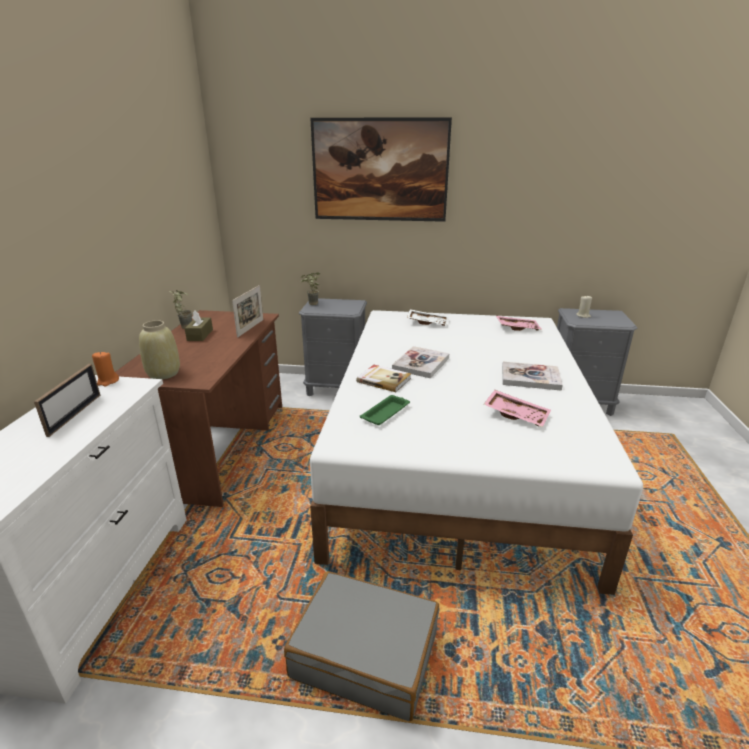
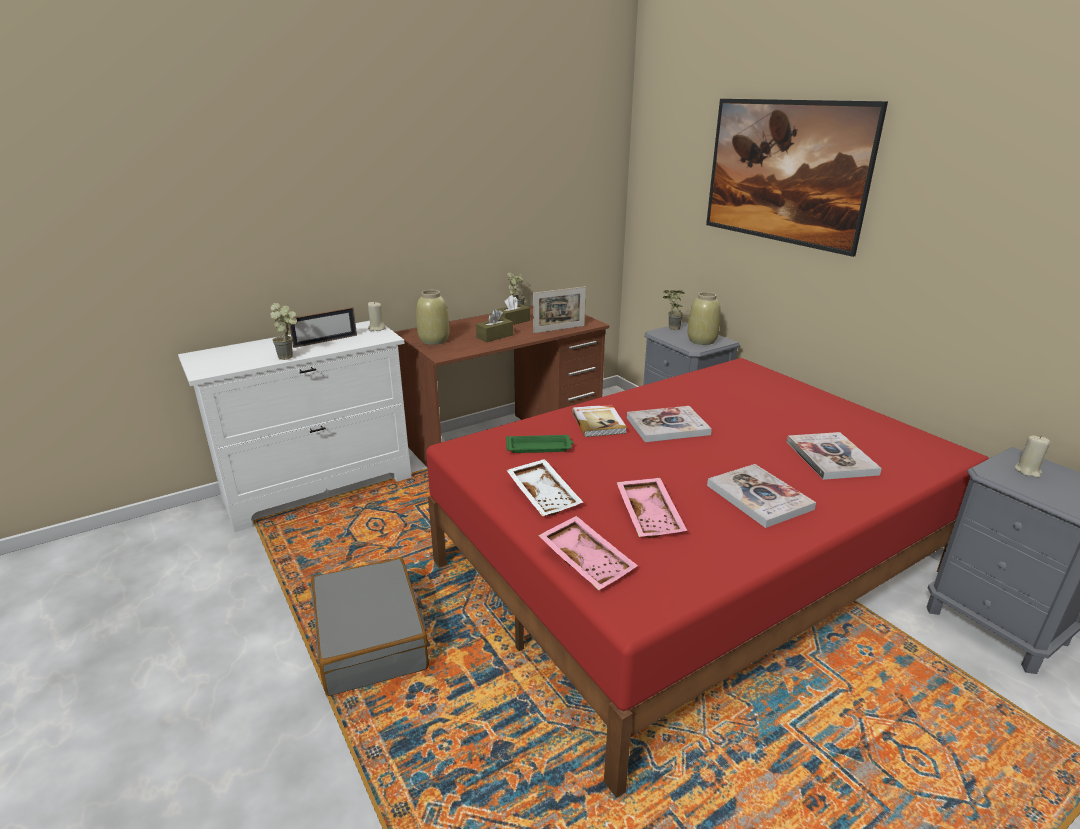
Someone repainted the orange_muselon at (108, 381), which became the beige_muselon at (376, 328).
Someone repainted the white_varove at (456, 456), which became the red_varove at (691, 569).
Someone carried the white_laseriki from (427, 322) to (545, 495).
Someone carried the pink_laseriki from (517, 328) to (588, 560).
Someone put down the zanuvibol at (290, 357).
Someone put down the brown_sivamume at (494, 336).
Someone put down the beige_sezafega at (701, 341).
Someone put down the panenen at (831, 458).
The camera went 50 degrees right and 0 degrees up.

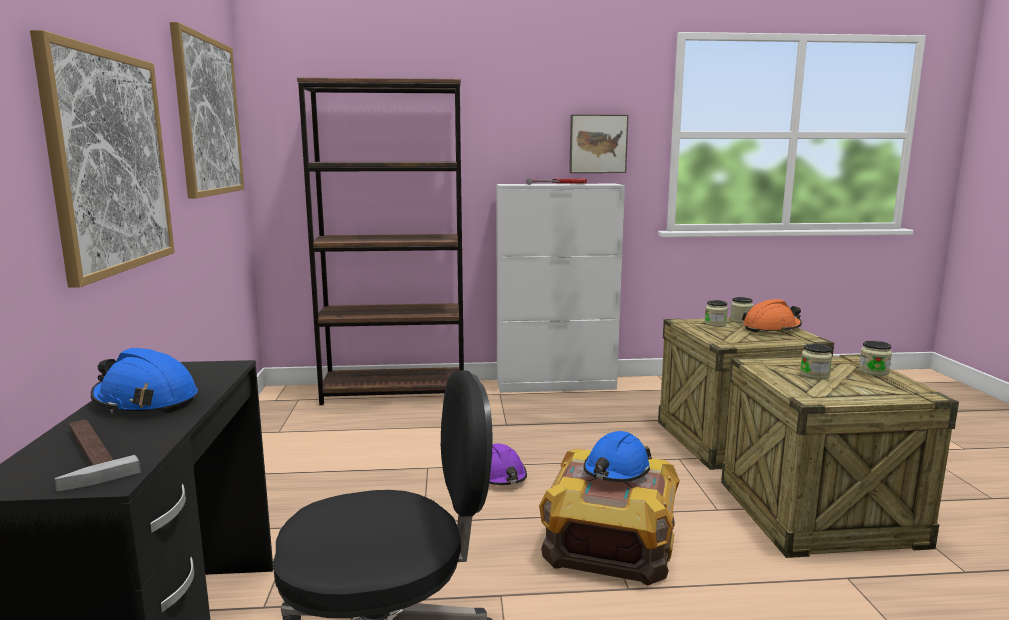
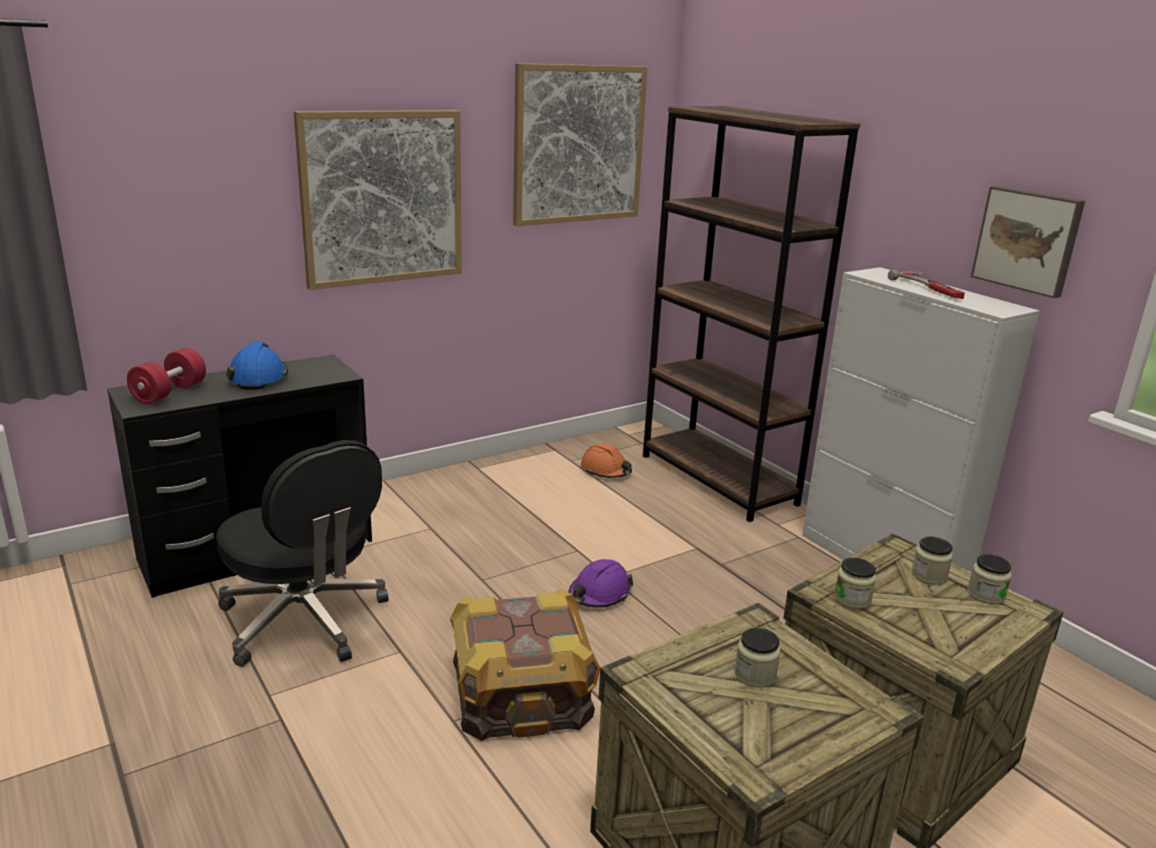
Someone swapped the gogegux at (84, 455) for the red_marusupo at (170, 392).
Someone took away the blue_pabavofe at (616, 471).
Someone carried the orange_pabavofe from (771, 328) to (606, 471).
Someone carried the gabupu from (873, 371) to (852, 599).
The camera went 60 degrees right and 10 degrees up.

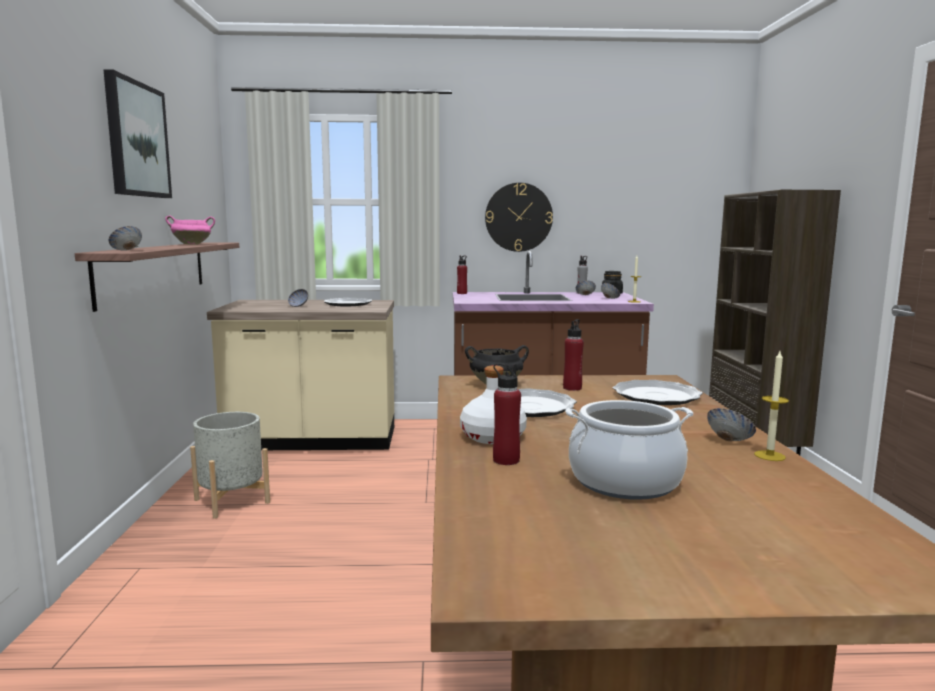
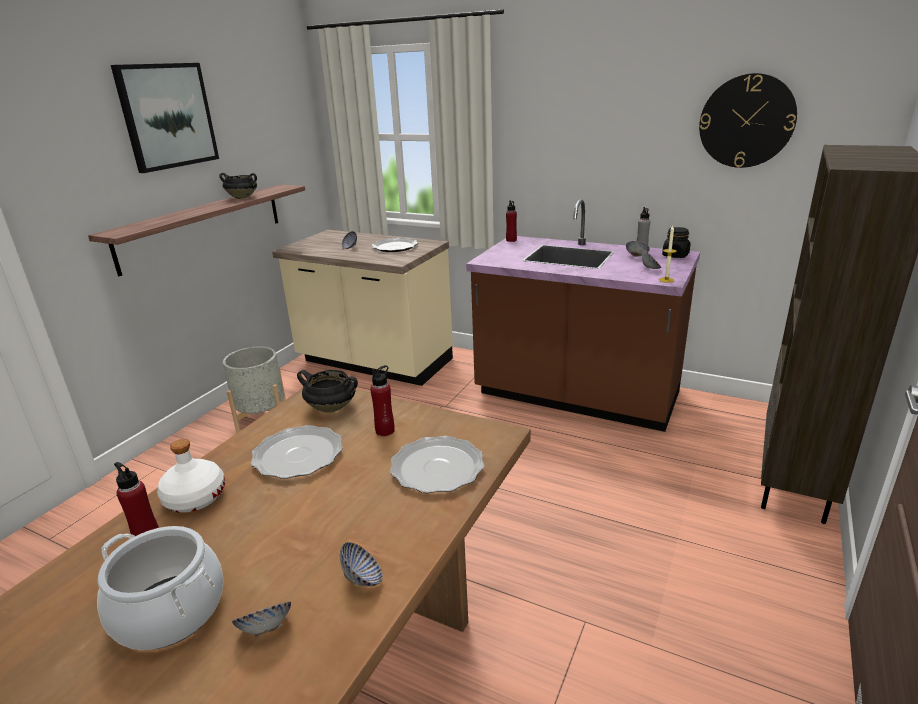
Someone carried the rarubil from (127, 250) to (266, 629).
Someone repainted the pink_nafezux at (192, 244), which became the black_nafezux at (243, 198).
Someone carried the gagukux from (518, 217) to (746, 121).
Someone took away the muselon at (769, 456).
The camera went 30 degrees right and 15 degrees up.

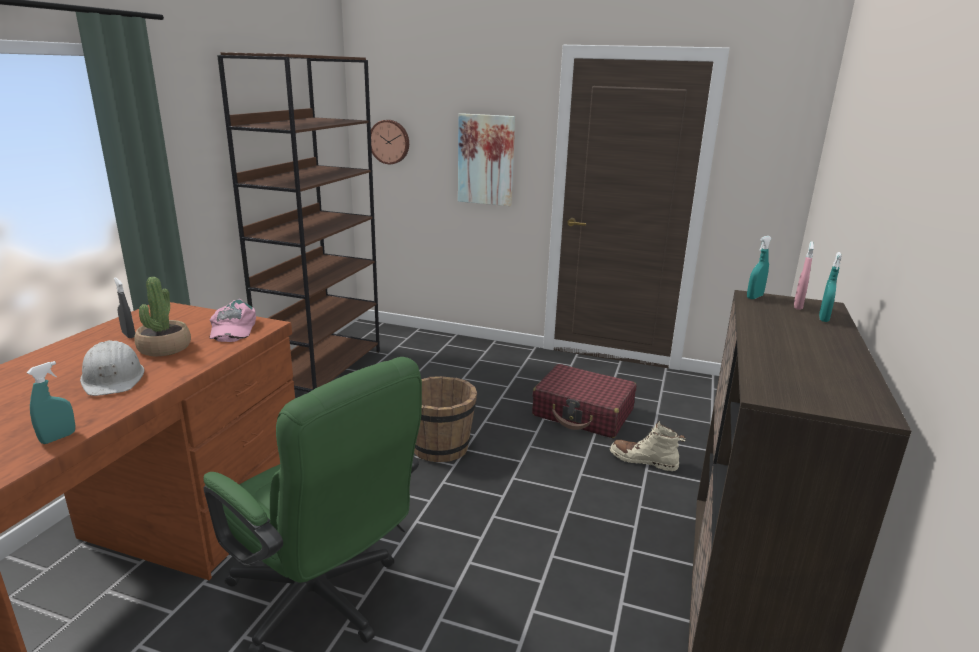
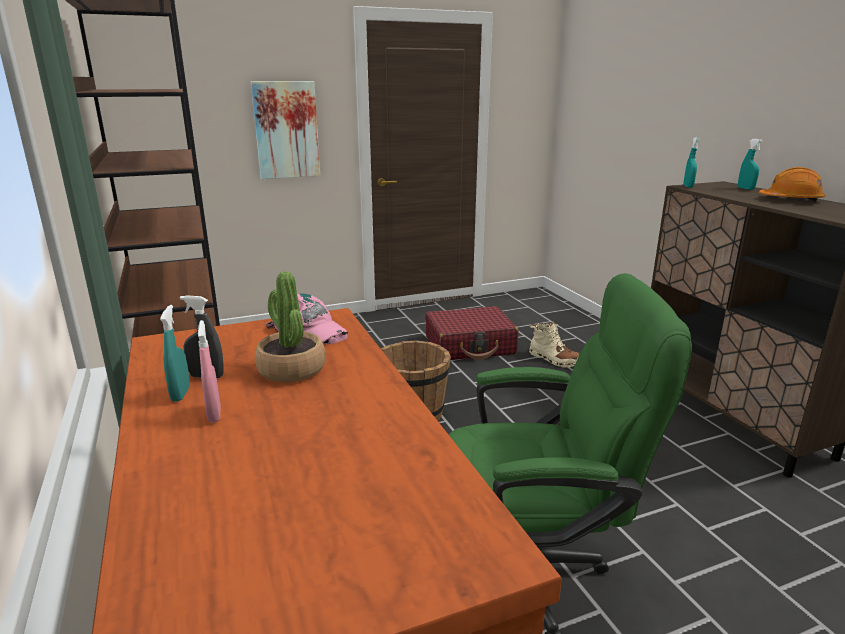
Someone carried the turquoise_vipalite from (58, 438) to (180, 394).
Someone took away the white_pabavofe at (113, 378).
Someone took away the gagukux at (390, 142).
Someone rotated the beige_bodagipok at (643, 460) by 120 degrees counterclockwise.
Someone carried the pink_vipalite from (798, 306) to (214, 414).
Someone put down the orange_pabavofe at (791, 200).
The camera went 40 degrees left and 0 degrees up.

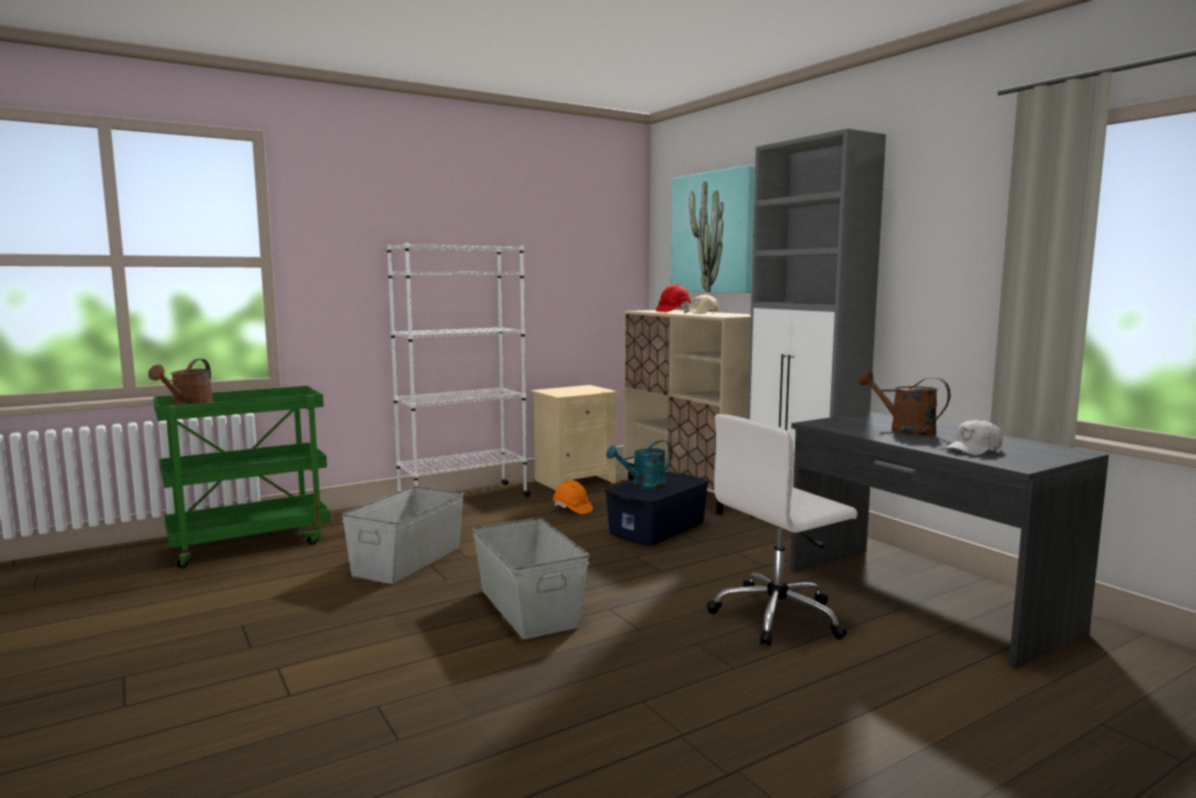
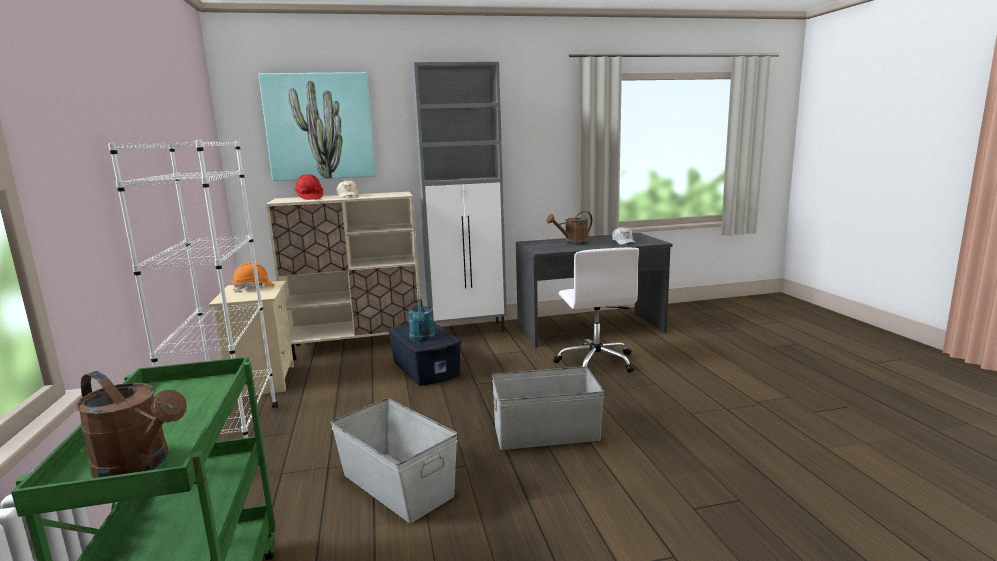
Someone carried the orange_pabavofe from (572, 509) to (254, 288).
The camera went 70 degrees left and 5 degrees up.

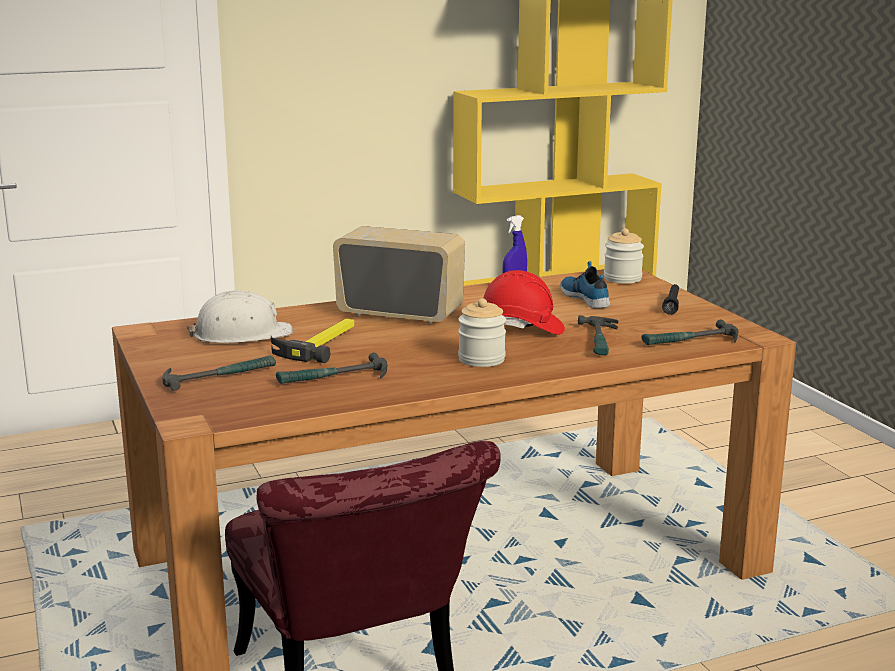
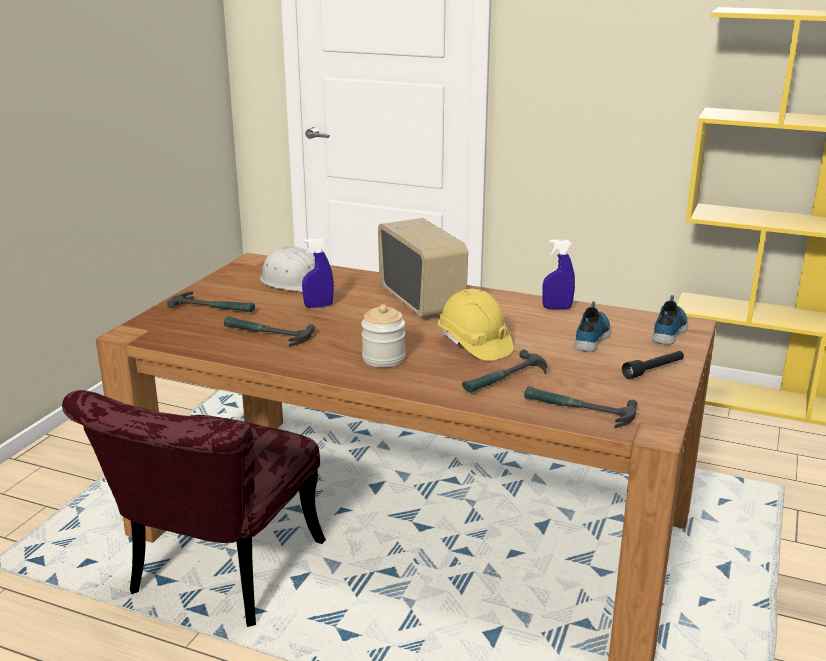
Someone swapped the gogegux at (319, 344) for the blue_vipalite at (318, 306).
Someone repainted the red_pabavofe at (521, 328), which became the yellow_pabavofe at (474, 344).
Someone swapped the gabupu at (622, 279) for the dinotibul at (670, 330).
The camera went 45 degrees right and 5 degrees up.

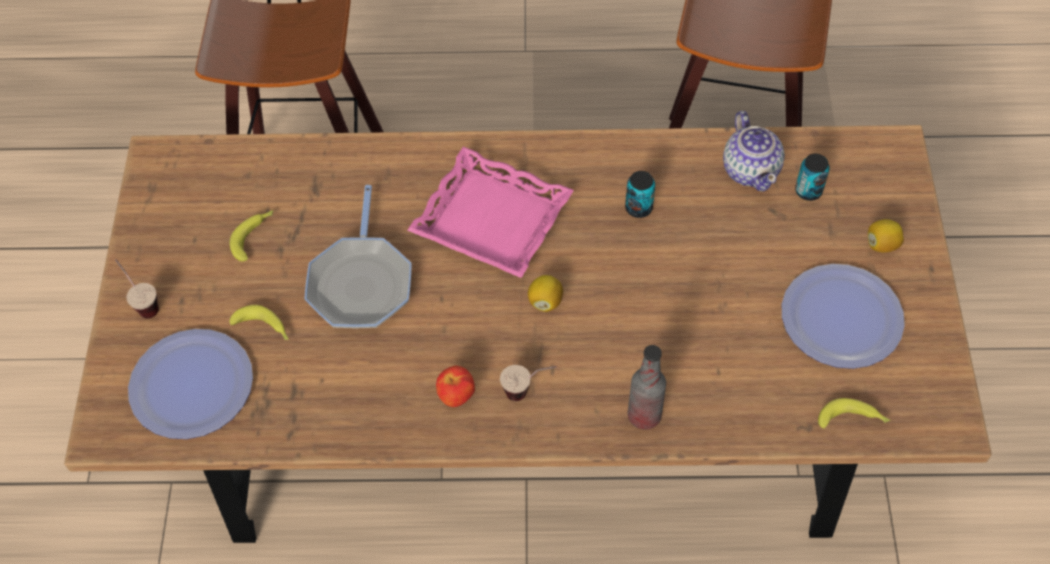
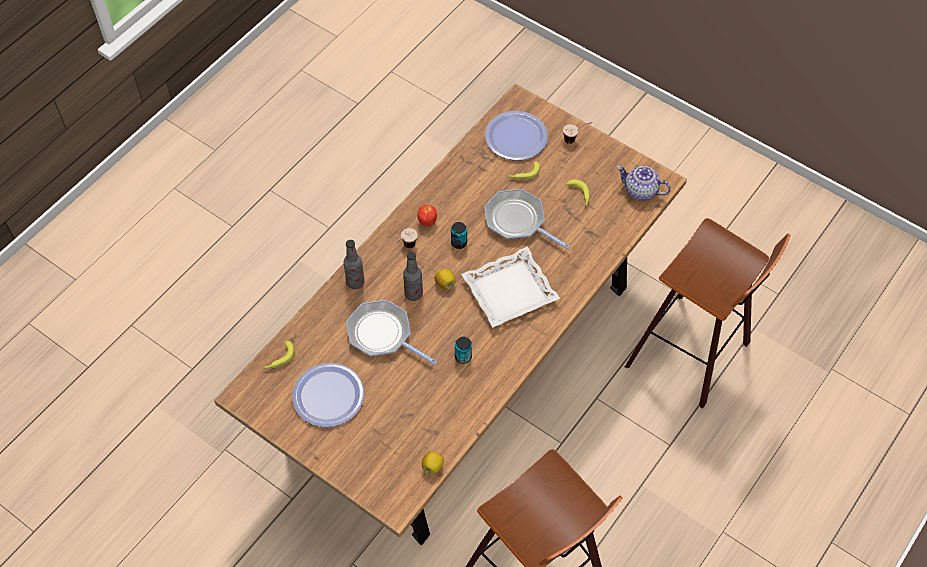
Someone repainted the pink_laseriki at (491, 220), which became the white_laseriki at (509, 290).
Someone carried the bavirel from (751, 169) to (641, 191).
Someone carried the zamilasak from (808, 191) to (459, 243).
Someone carried the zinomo from (881, 244) to (433, 466).
Someone put down the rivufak at (382, 334).
Someone put down the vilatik at (413, 294).
The camera went 125 degrees right and 0 degrees up.

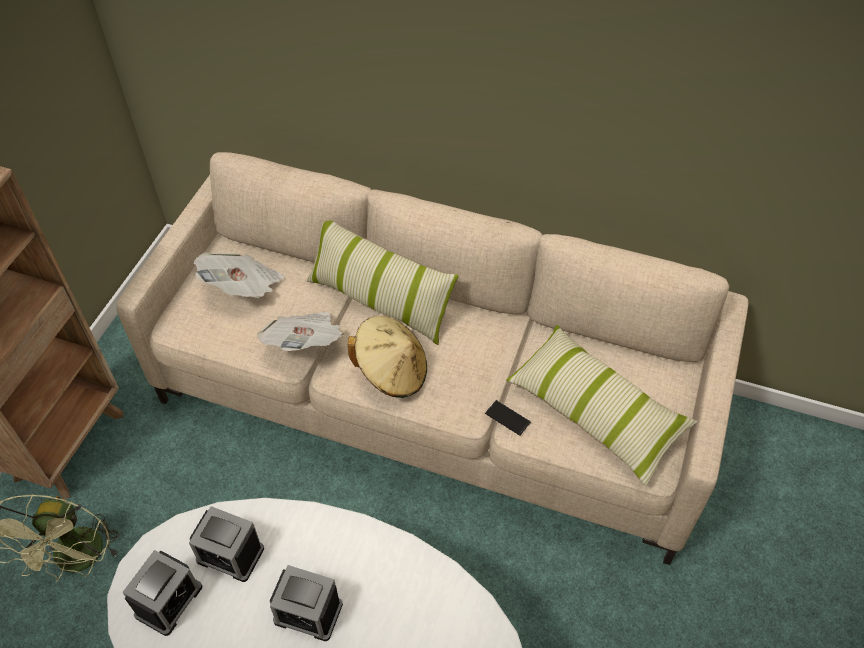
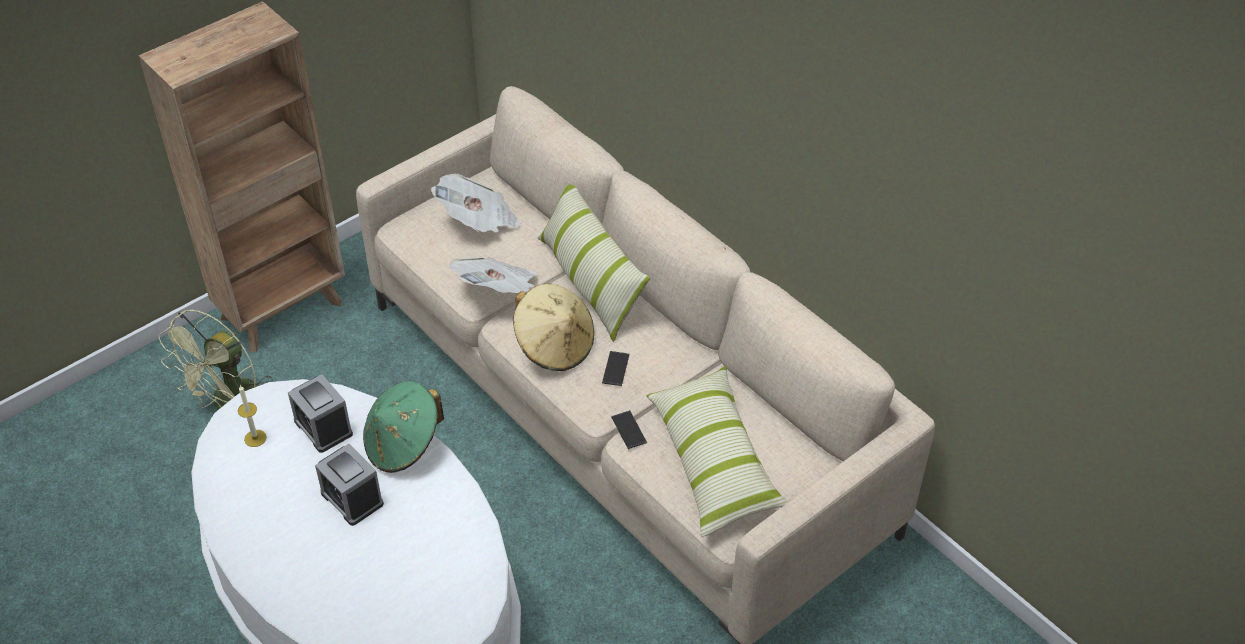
Someone swapped the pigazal at (169, 601) for the muselon at (255, 438).
Someone put down the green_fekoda at (403, 445).
Someone put down the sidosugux at (615, 368).
The camera went 30 degrees right and 5 degrees down.

